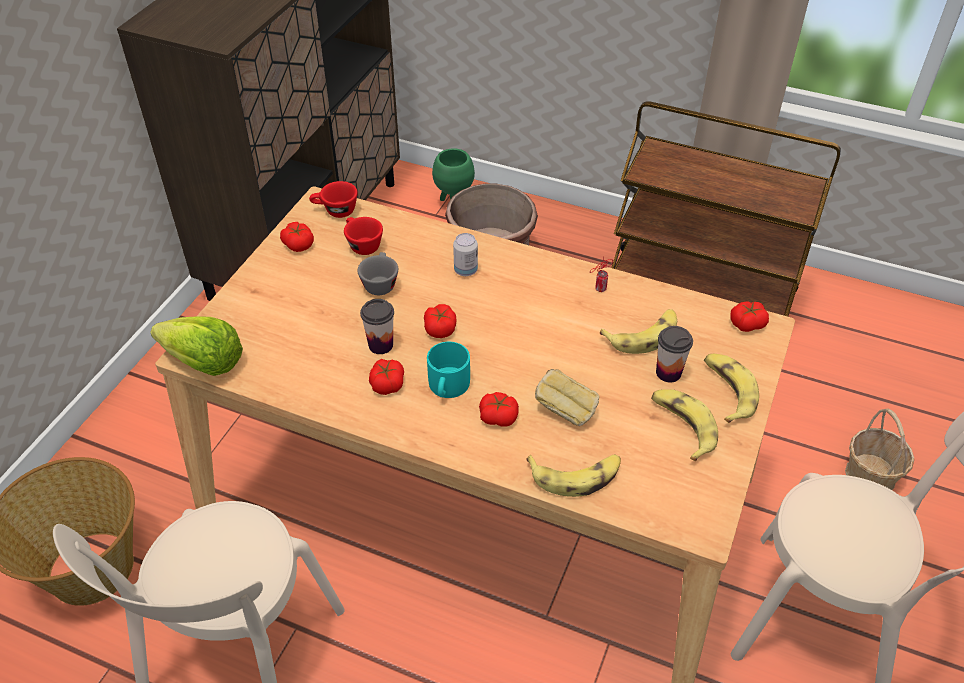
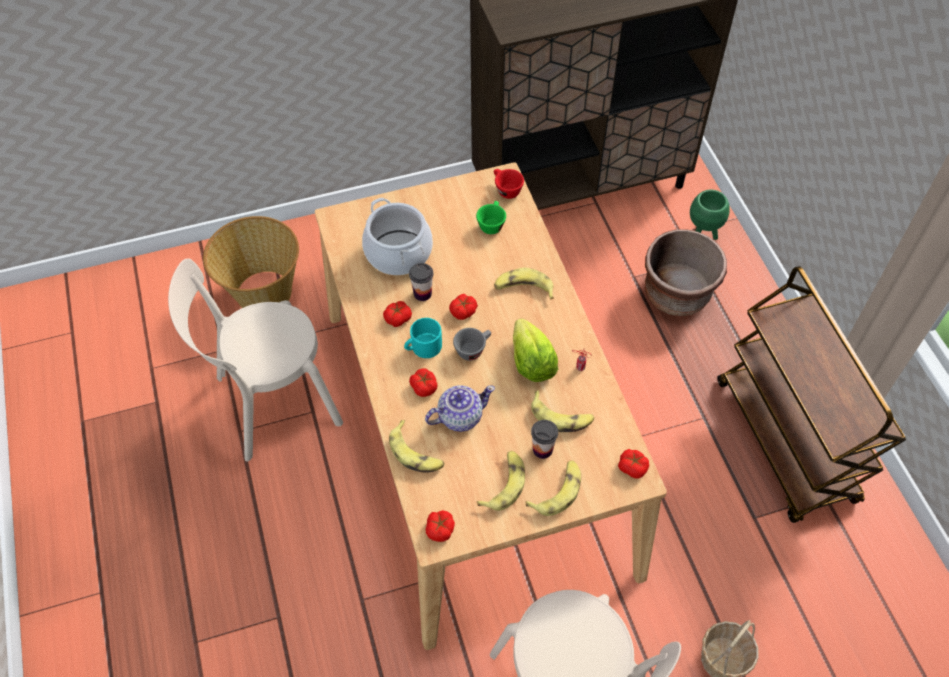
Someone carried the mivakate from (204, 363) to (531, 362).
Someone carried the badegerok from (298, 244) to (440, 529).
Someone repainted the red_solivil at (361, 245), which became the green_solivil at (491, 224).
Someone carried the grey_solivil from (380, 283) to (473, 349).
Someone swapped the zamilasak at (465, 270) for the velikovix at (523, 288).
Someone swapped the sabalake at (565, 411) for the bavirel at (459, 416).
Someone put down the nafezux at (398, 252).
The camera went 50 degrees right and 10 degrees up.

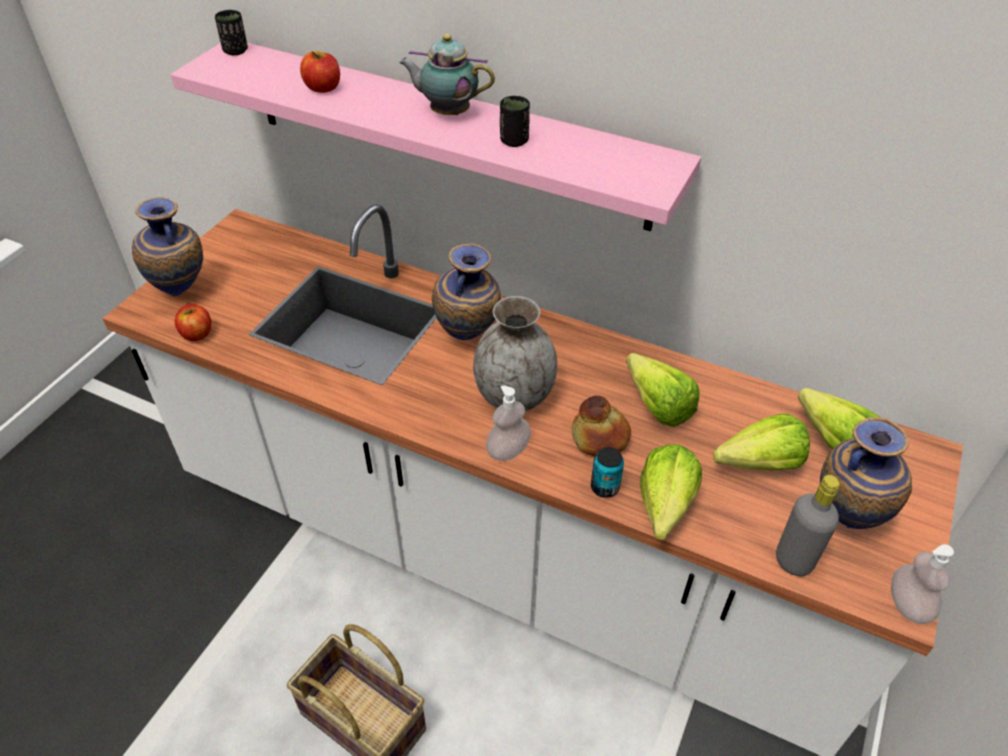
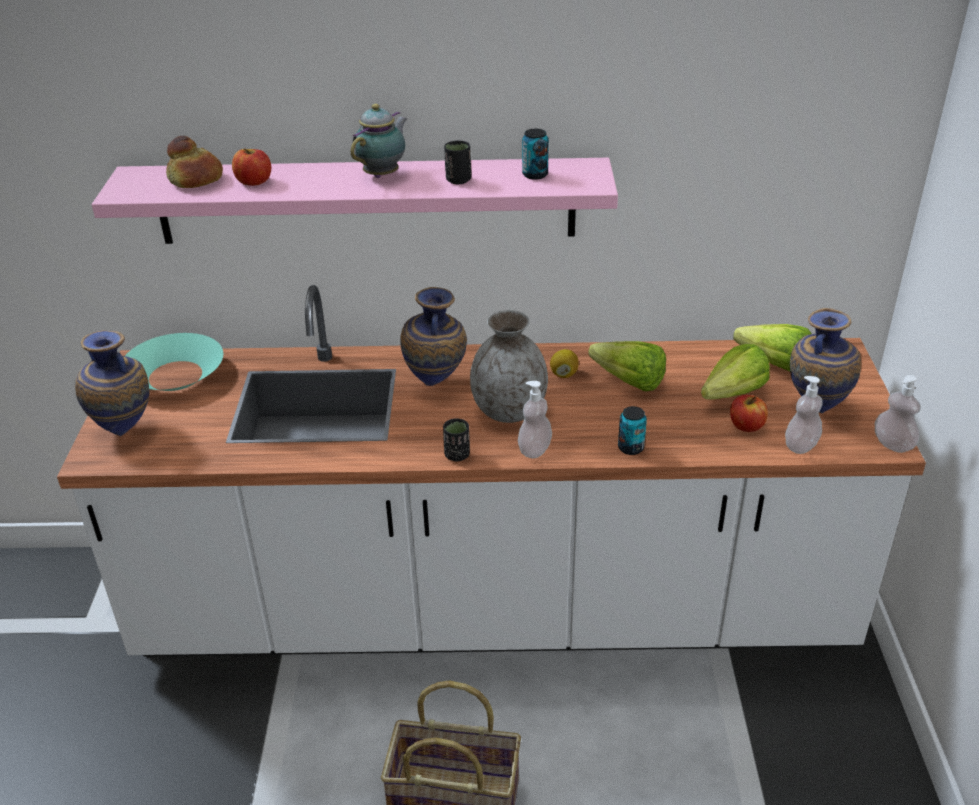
Someone carried the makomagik from (197, 334) to (746, 426).
Someone carried the black_solivil from (236, 51) to (457, 455).
Someone rotated the bavirel at (447, 113) by 135 degrees clockwise.
Someone carried the sabalake from (599, 437) to (195, 180).
Someone took away the mivakate at (661, 512).
Someone swapped the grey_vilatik at (793, 561) for the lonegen at (801, 446).
Someone put down the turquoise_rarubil at (175, 375).
Someone put down the zamilasak at (535, 175).
Someone put down the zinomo at (564, 374).
The camera went 25 degrees left and 10 degrees down.

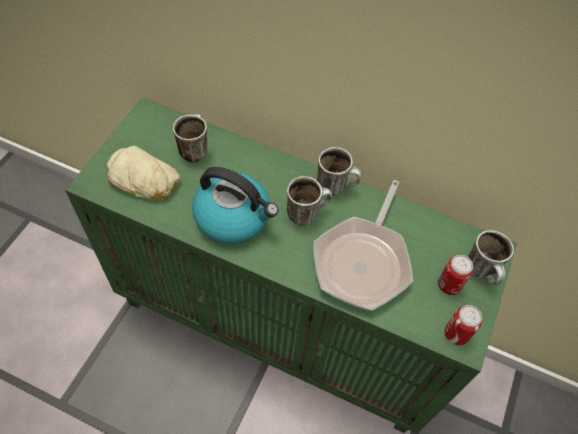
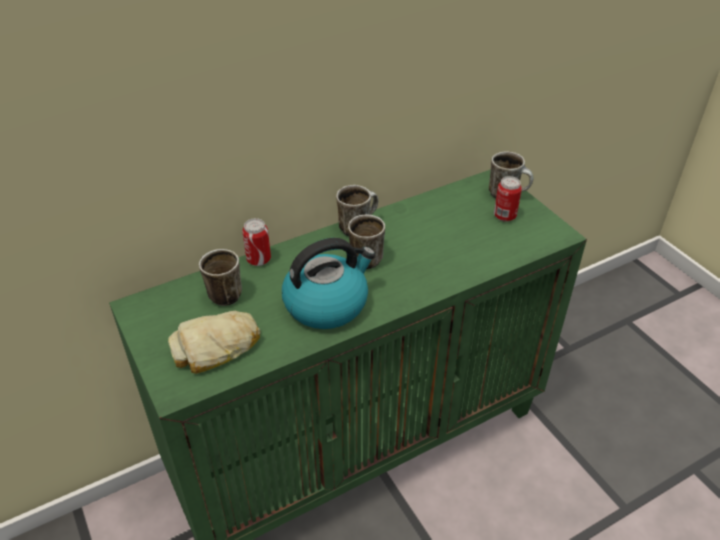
Someone took away the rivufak at (363, 261).
Someone carried the zamilasak from (456, 334) to (258, 260).
The camera went 50 degrees left and 15 degrees down.

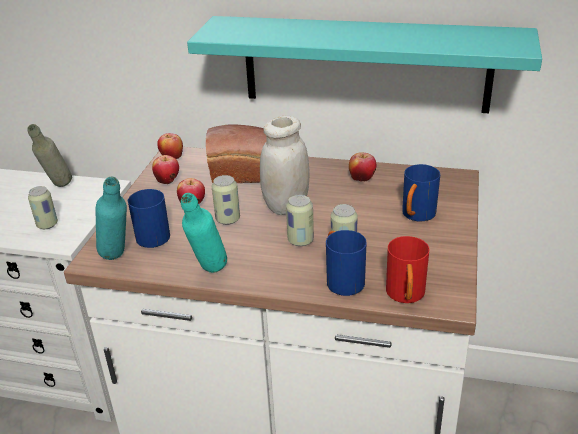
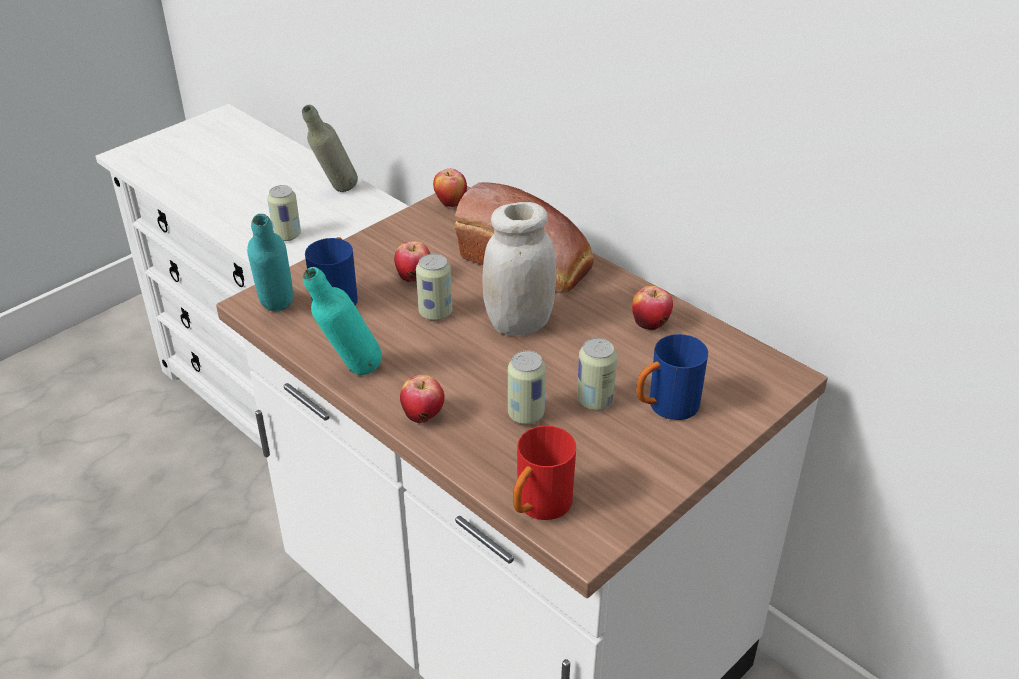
Someone carried the makomagik from (168, 181) to (423, 416).
Someone took away the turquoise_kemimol at (365, 64).
Someone carried the zamilasak from (300, 240) to (595, 401).
Someone took away the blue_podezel at (341, 279).
The camera went 30 degrees right and 5 degrees up.

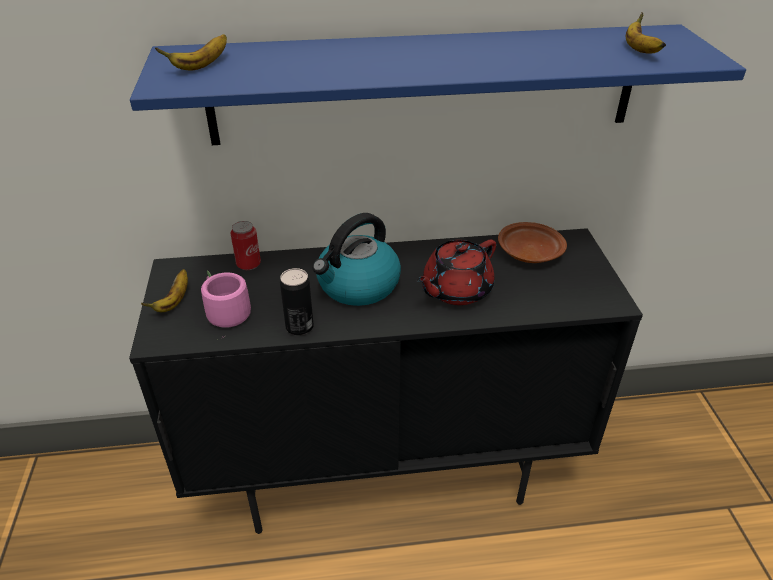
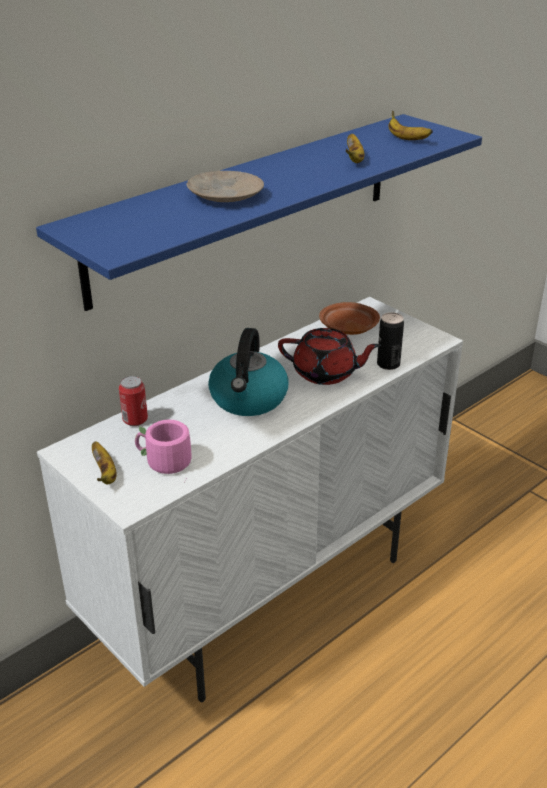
Someone repainted the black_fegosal at (386, 472), which became the white_fegosal at (271, 595).
Someone carried the velikovix from (201, 66) to (354, 159).
Someone carried the zamilasak from (299, 327) to (388, 364).
Someone rotated the red_bavirel at (455, 290) by 90 degrees counterclockwise.
Someone put down the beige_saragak at (224, 195).
The camera went 35 degrees left and 5 degrees down.

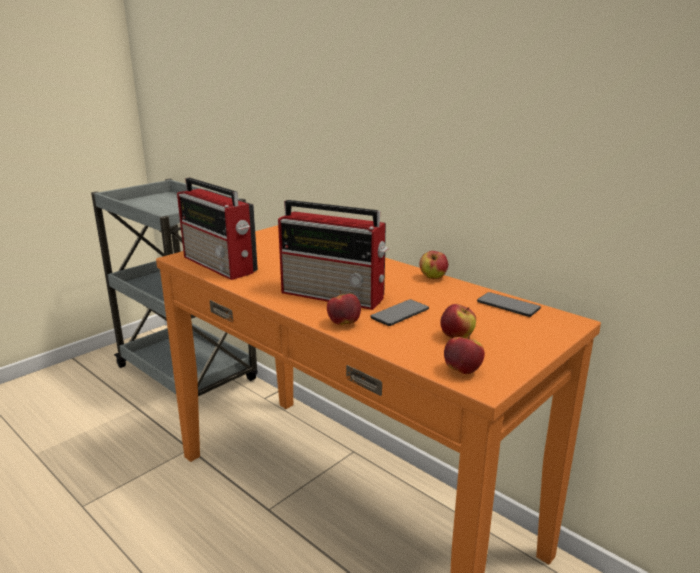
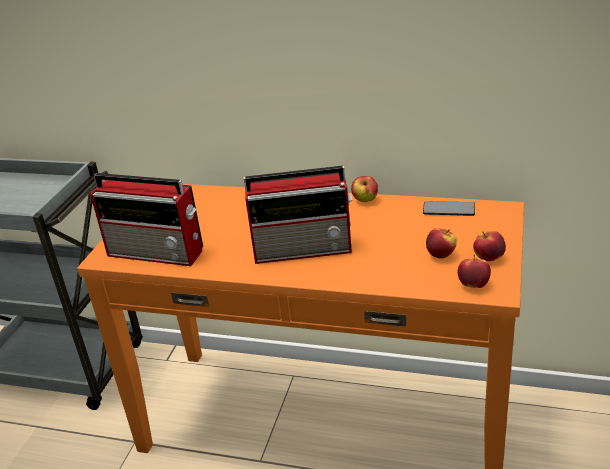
Someone carried the makomagik from (343, 323) to (488, 258).
Someone took away the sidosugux at (400, 314).
The camera went 25 degrees left and 10 degrees up.

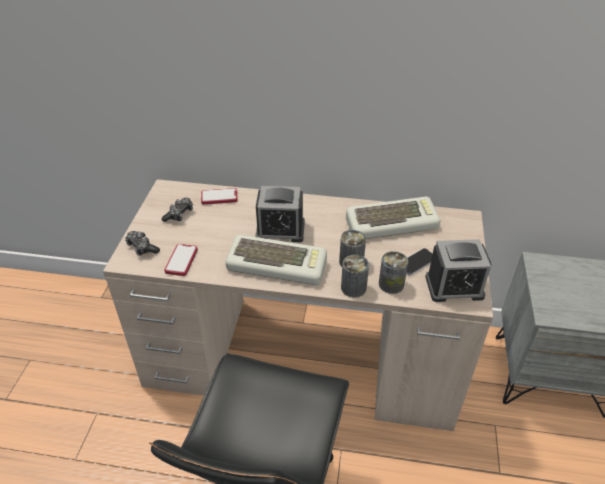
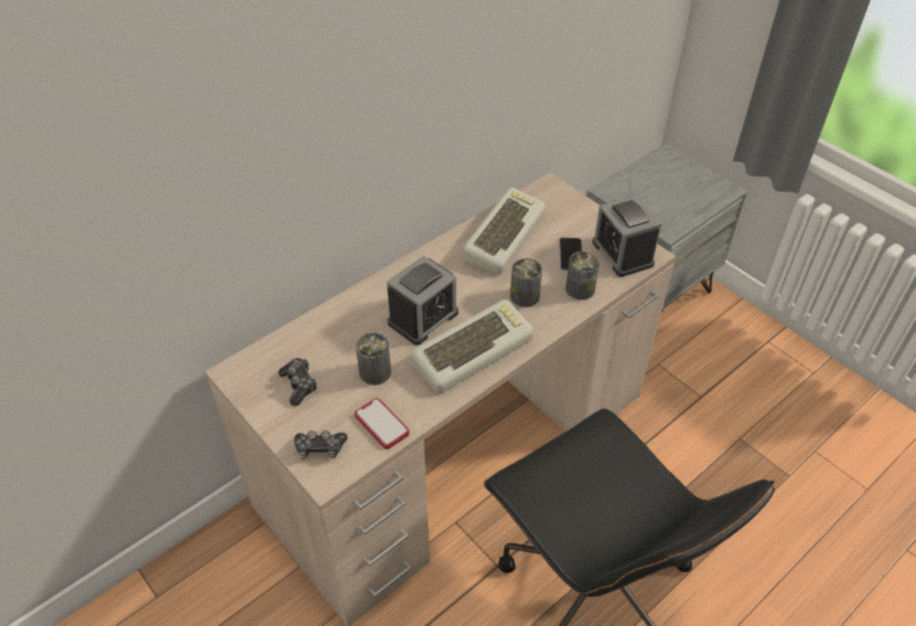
Someone took away the sidosugux at (219, 197).
Someone carried the zamilasak from (353, 288) to (375, 372).
Someone rotated the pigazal at (454, 287) by 120 degrees clockwise.
The camera went 50 degrees left and 5 degrees up.

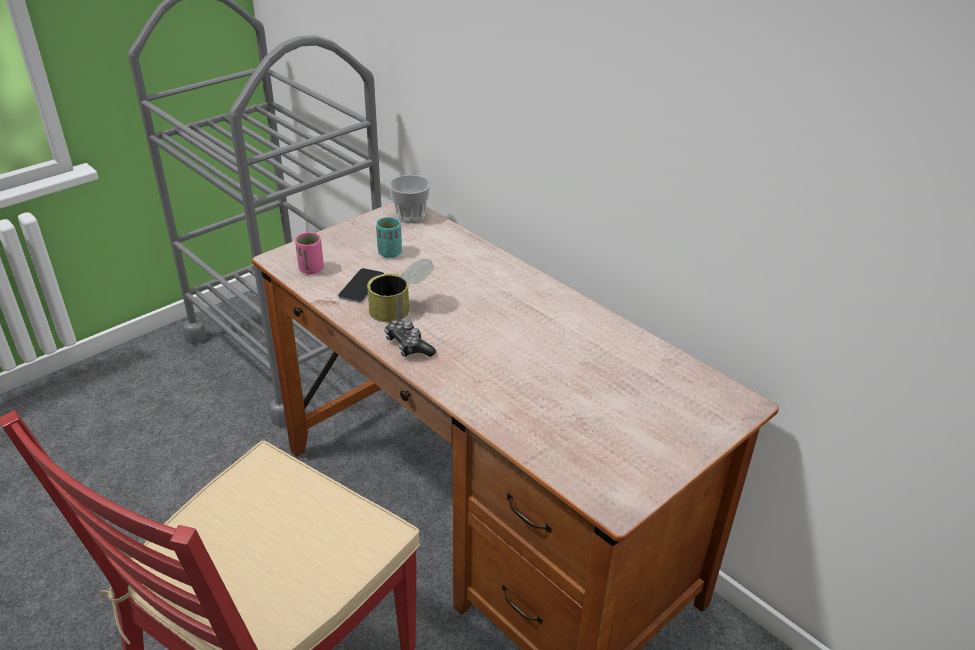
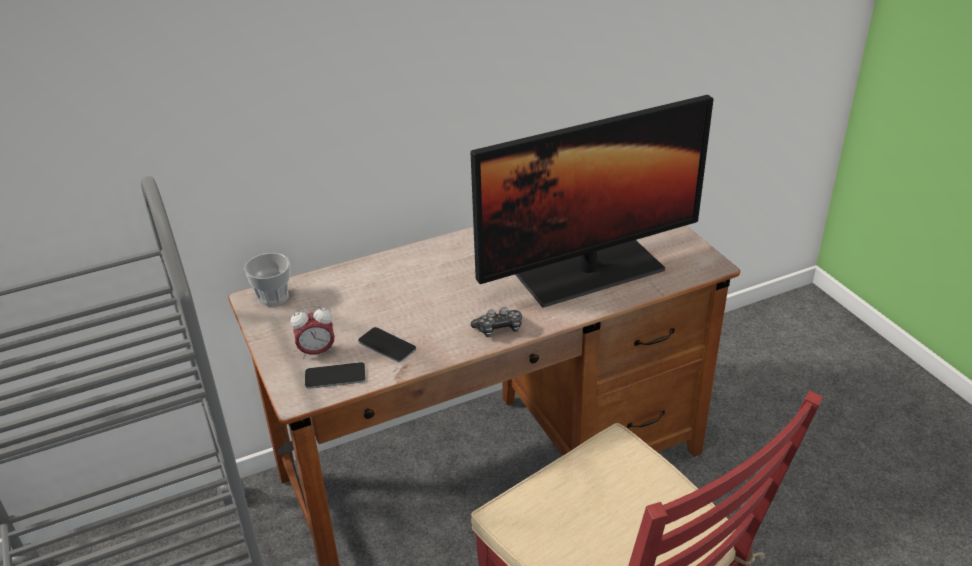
Someone swapped the pink_solivil at (311, 269) for the sidosugux at (335, 376).
Someone took away the zamilasak at (401, 308).
Someone took away the turquoise_solivil at (390, 253).
Someone put down the pigazal at (317, 352).
Someone put down the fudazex at (589, 272).
The camera went 70 degrees left and 0 degrees up.

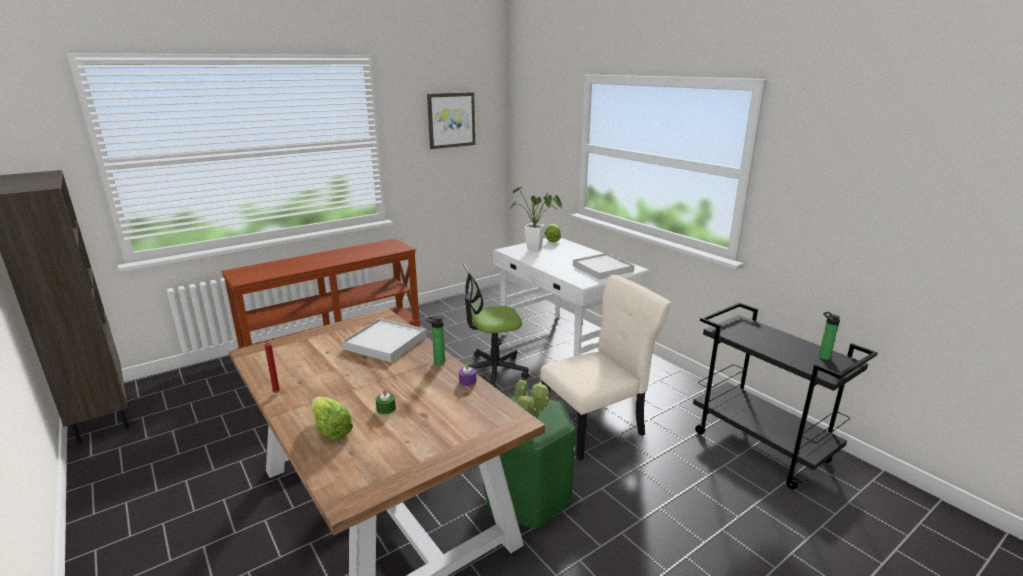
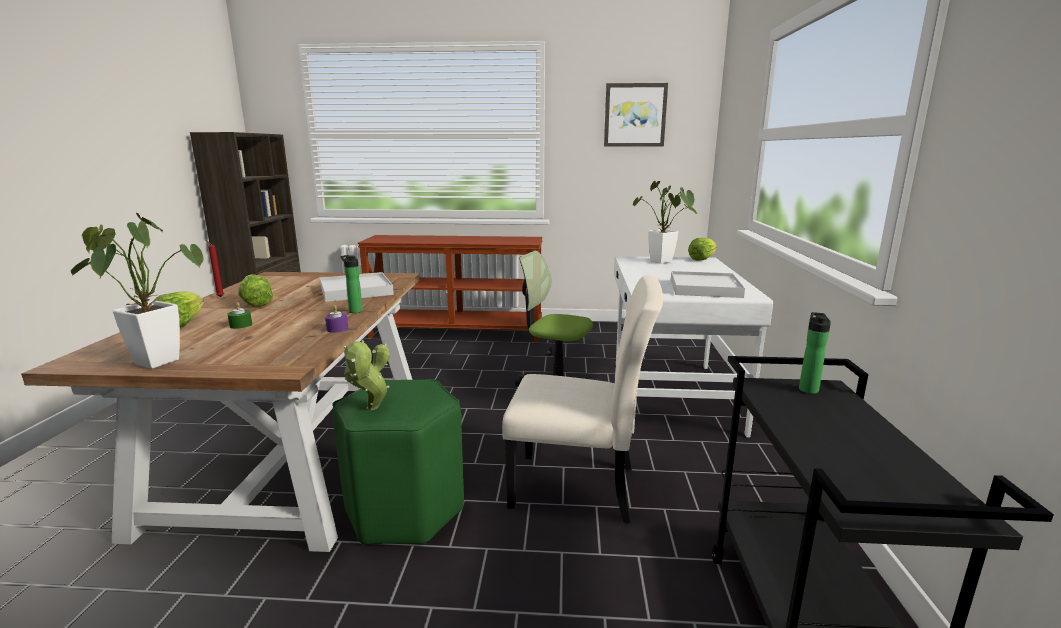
Someone carried the vilatik from (822, 356) to (808, 388).
Someone put down the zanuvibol at (152, 360).
Someone put down the mivakate at (256, 303).
The camera went 40 degrees right and 5 degrees down.

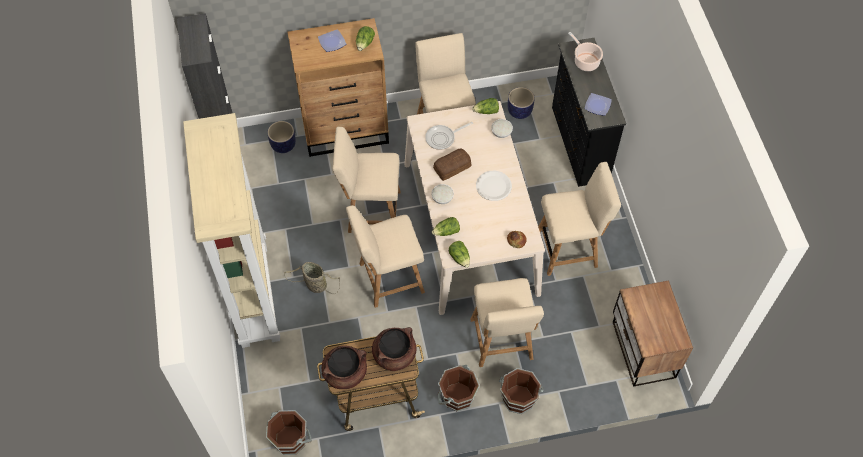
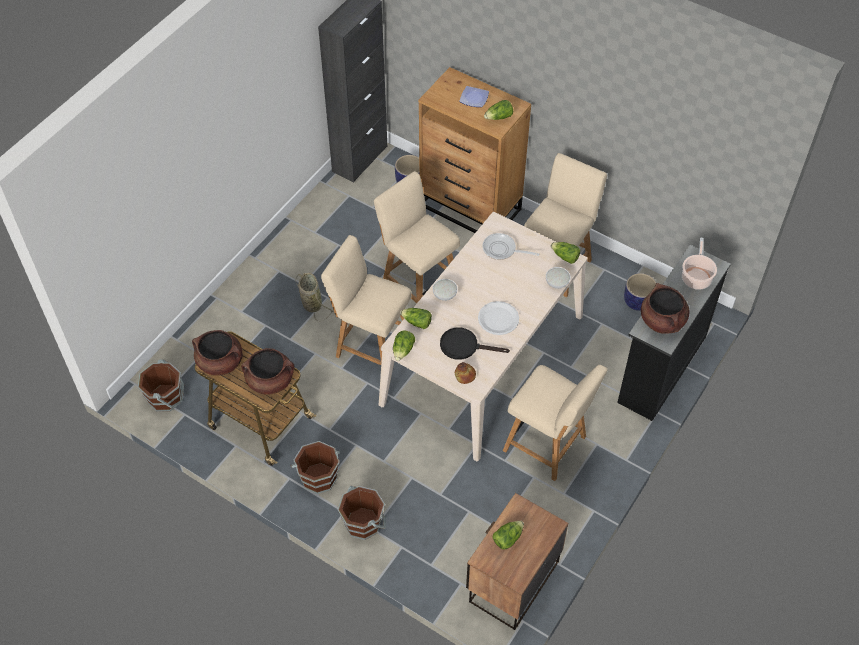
Someone took away the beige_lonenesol at (253, 294).
Someone took away the sabalake at (451, 167).
Someone took away the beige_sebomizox at (502, 342).
Someone swapped the saragak at (598, 105) for the brown_nafezux at (662, 321).
Someone put down the black_rivufak at (464, 346).
Someone put down the mivakate at (507, 538).
The camera went 45 degrees right and 5 degrees down.

